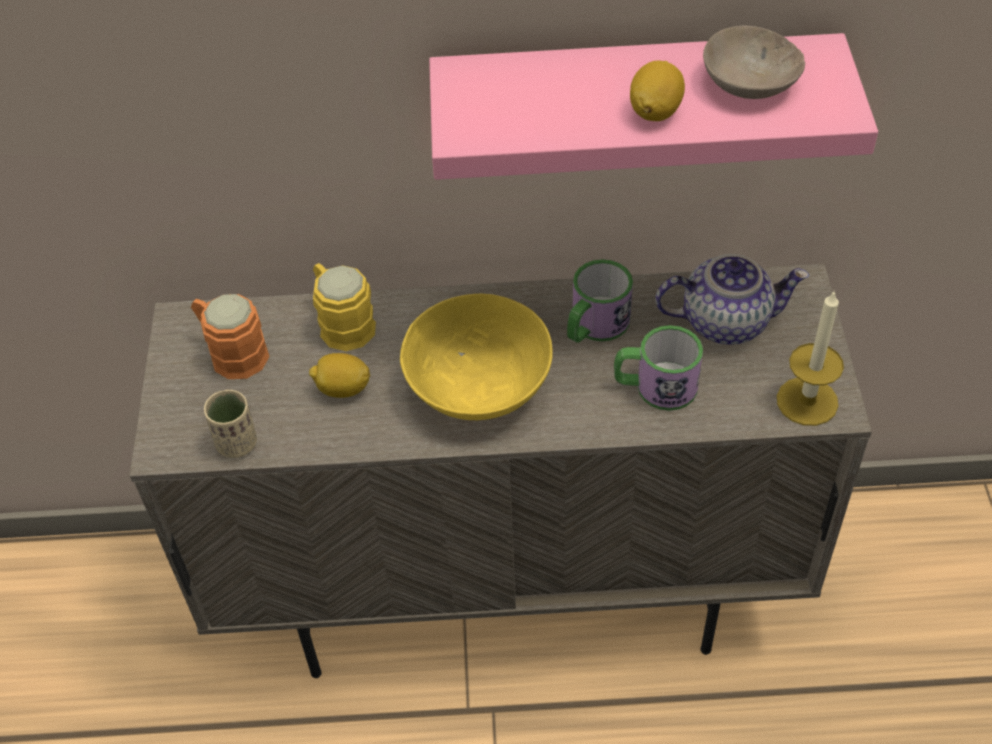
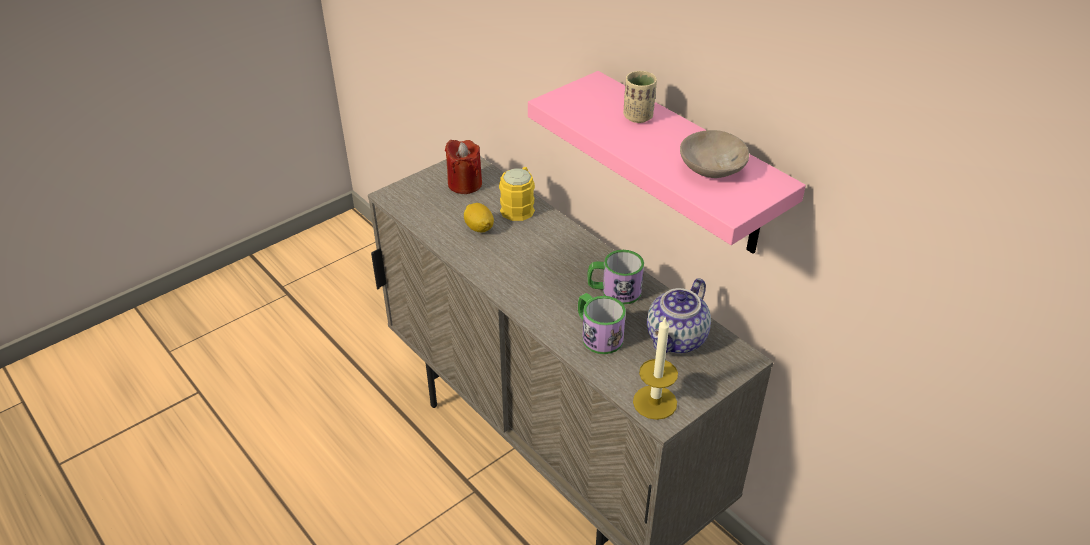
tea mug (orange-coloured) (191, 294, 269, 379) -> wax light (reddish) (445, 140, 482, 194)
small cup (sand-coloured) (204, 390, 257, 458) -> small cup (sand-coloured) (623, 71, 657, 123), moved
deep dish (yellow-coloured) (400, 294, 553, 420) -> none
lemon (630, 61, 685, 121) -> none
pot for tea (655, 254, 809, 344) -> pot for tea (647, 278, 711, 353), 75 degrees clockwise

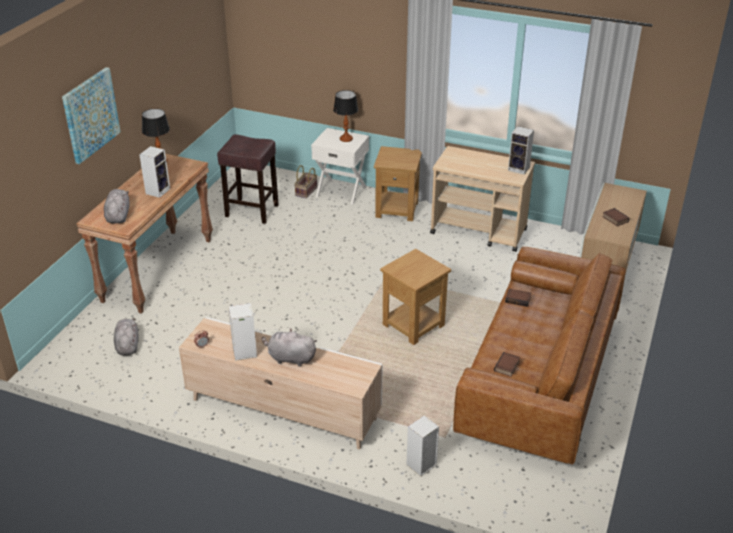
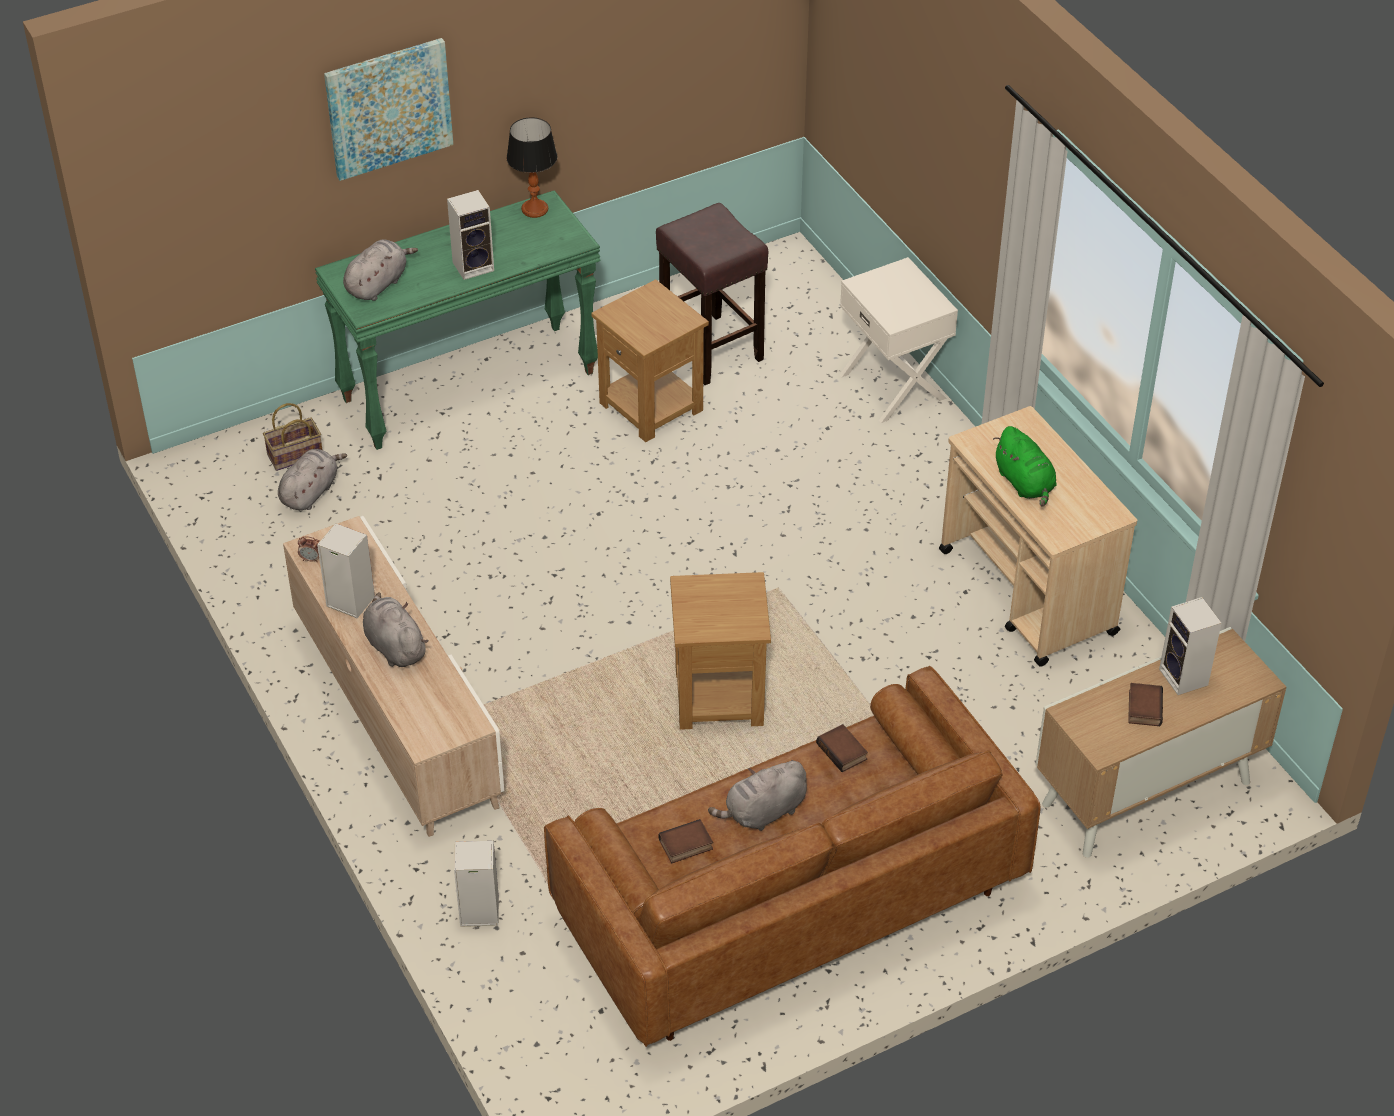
narrow table (brown) (76, 154, 213, 314) -> narrow table (greenish) (315, 190, 600, 450)
household basket (294, 165, 317, 198) -> household basket (263, 403, 322, 471), moved
tabletop lamp (333, 90, 358, 142) -> none
side table (brown) (374, 146, 422, 221) -> side table (brown) (591, 279, 709, 442), moved
loudspeaker (508, 126, 534, 175) -> loudspeaker (1159, 597, 1222, 695), moved
none -> soft toy (greyish) (708, 760, 807, 831)
none -> soft toy (greenish) (993, 426, 1057, 507)

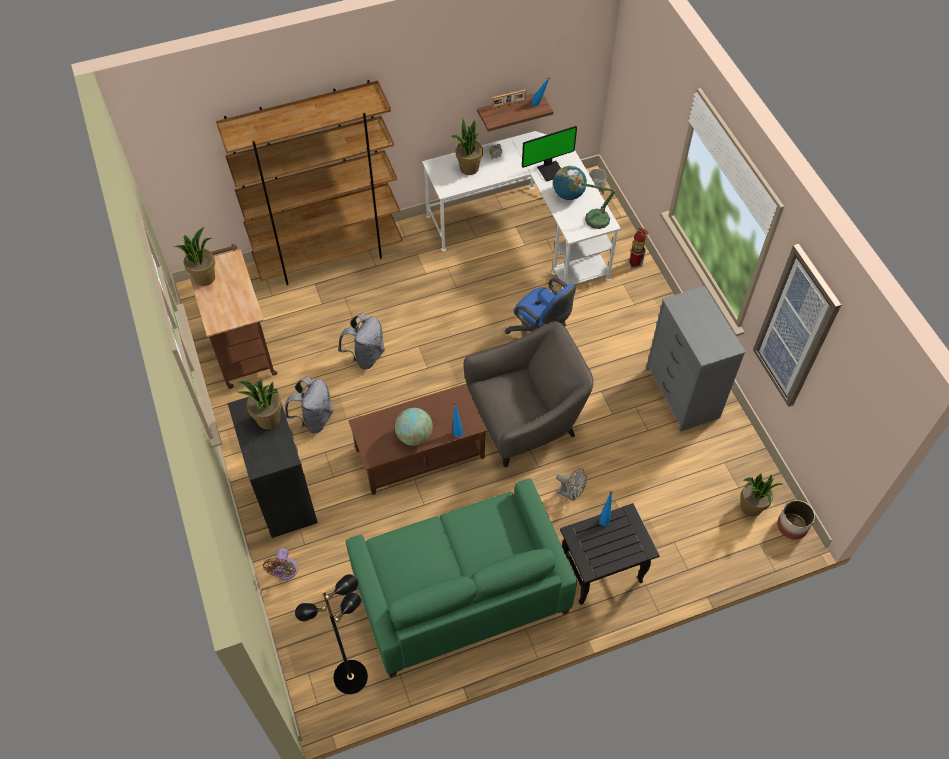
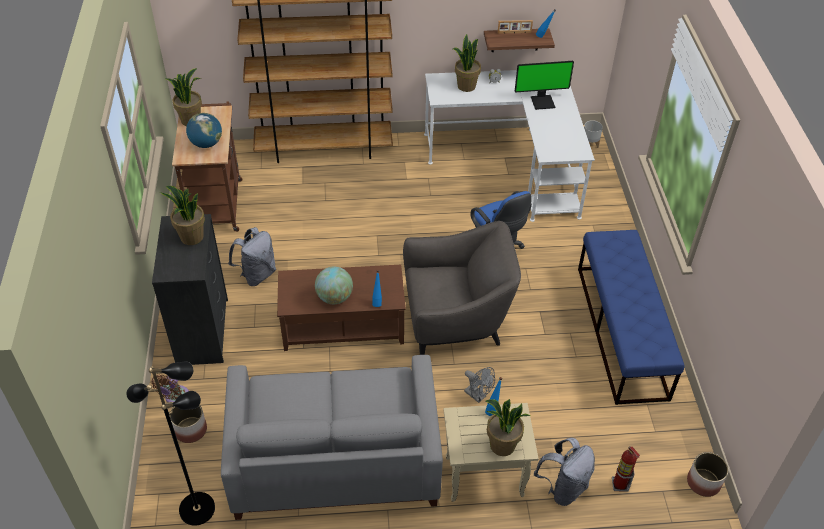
backpack (greyish) (338, 313, 385, 369) -> backpack (greyish) (534, 438, 595, 506), moved
sofa (greenish) (346, 478, 577, 678) -> sofa (greyish) (221, 355, 443, 520)
globe (553, 166, 587, 200) -> globe (186, 113, 222, 148), moved
side table (black-coloured) (560, 503, 660, 605) -> side table (sand-coloured) (443, 403, 539, 502)
tabletop lamp (568, 176, 618, 229) -> none
fire-fighting cylinder (628, 227, 648, 269) -> fire-fighting cylinder (612, 447, 640, 492), moved
chest of drawers (greyish) (646, 286, 746, 432) -> bench (blue-coloured) (578, 230, 685, 405)
houseplant (741, 473, 783, 517) -> houseplant (485, 399, 530, 456), moved
wall picture (753, 244, 841, 407) -> none
none -> flower pot (170, 405, 207, 443)

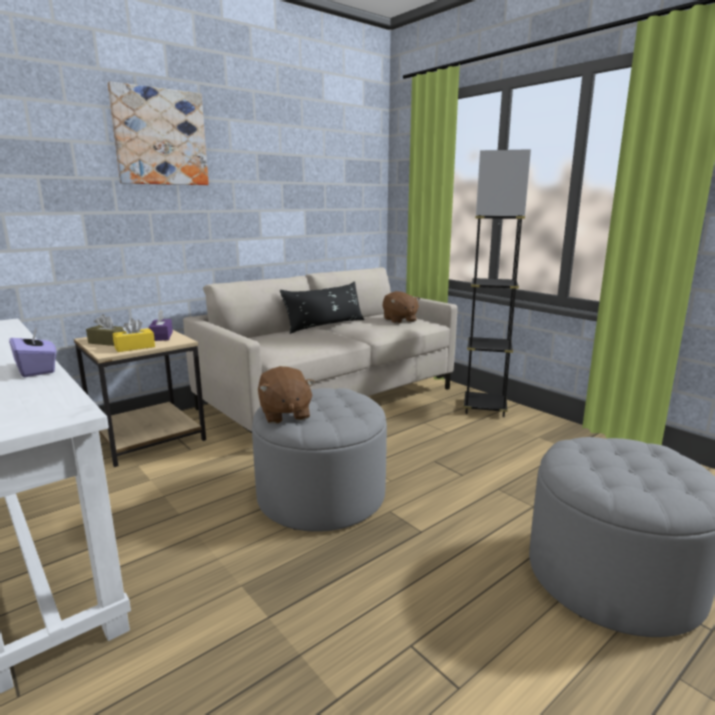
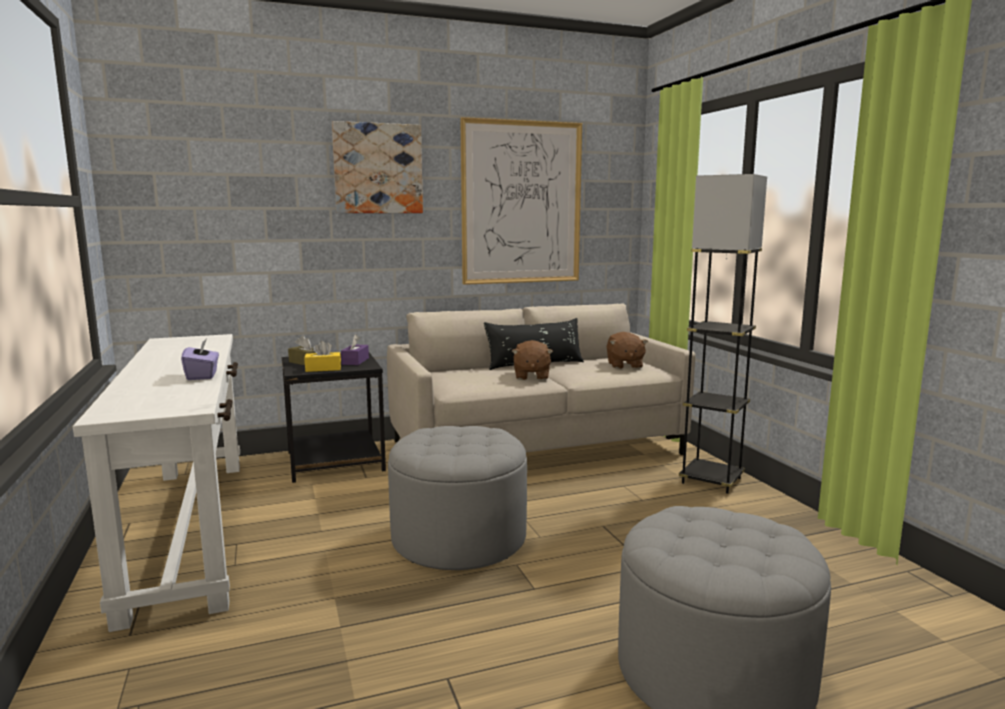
side table (sand-coloured) (74, 328, 206, 467) -> side table (black-coloured) (282, 353, 386, 483)
soft toy (brown) (258, 366, 315, 424) -> soft toy (brown) (512, 340, 553, 380), moved
none -> wall picture (460, 117, 582, 285)

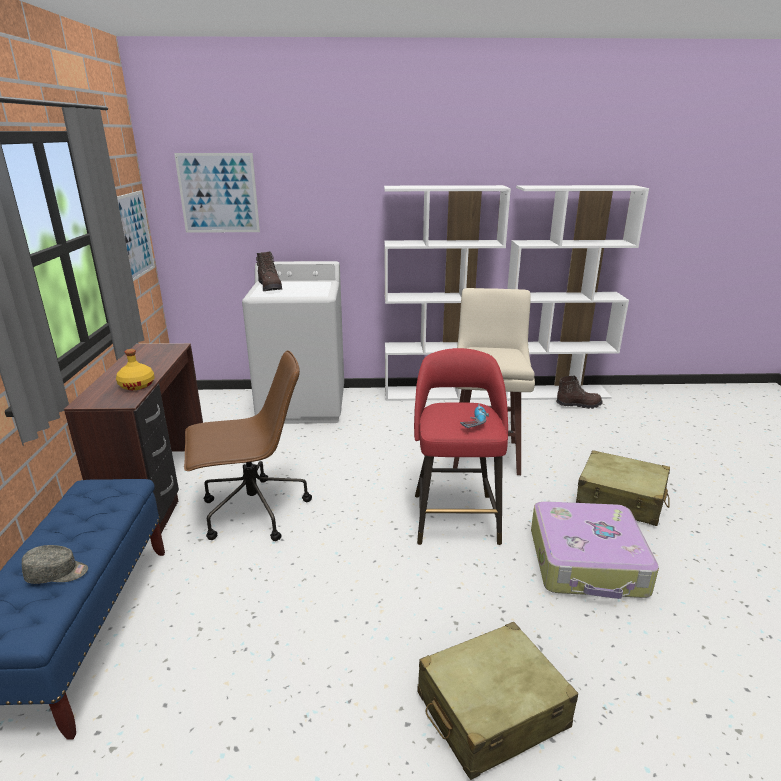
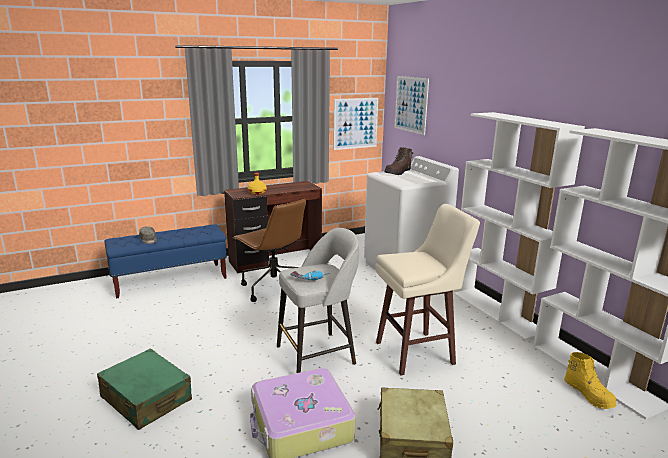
stool (reddish) (414, 348, 508, 545) -> stool (greyish) (277, 228, 359, 373)
piece of luggage (sand-coloured) (417, 622, 578, 780) -> piece of luggage (greenish) (97, 348, 192, 430)
boot (brown) (556, 376, 603, 409) -> boot (yellow-coloured) (564, 352, 617, 409)

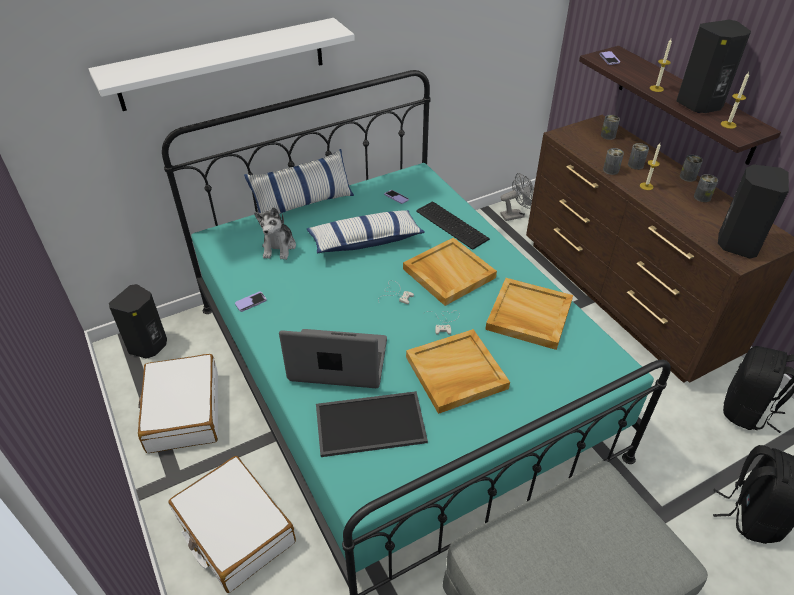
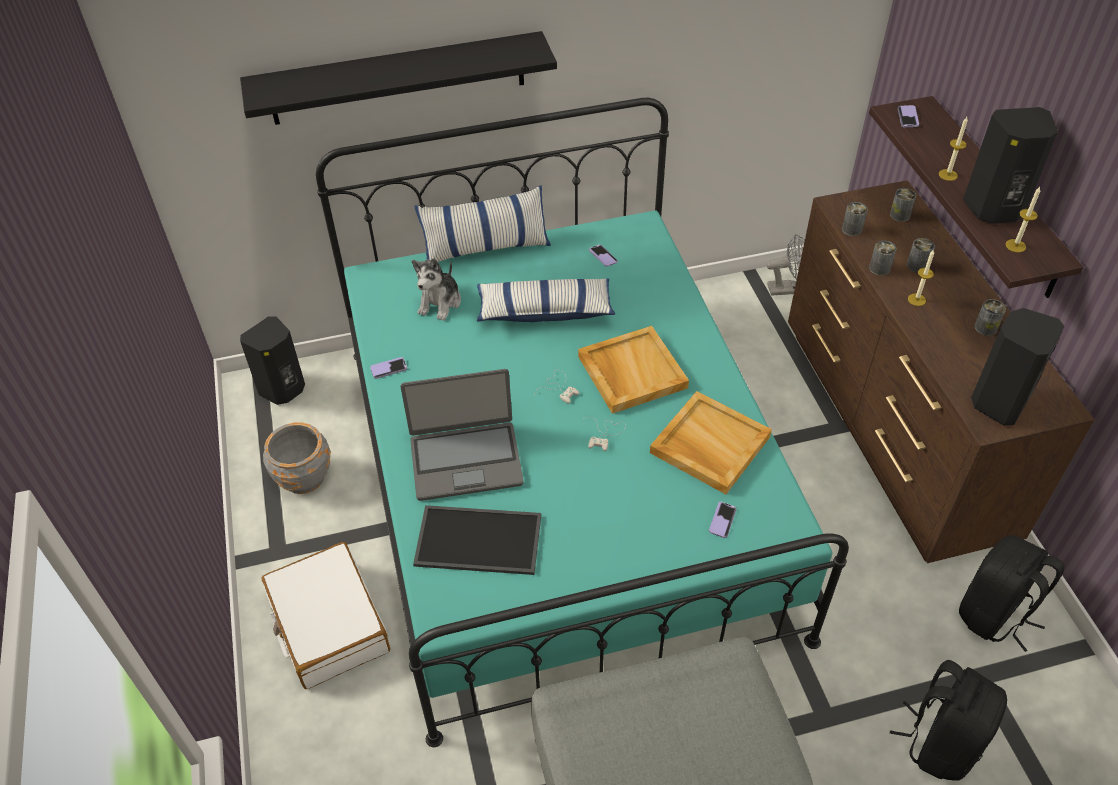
wall shelf (white-coloured) (89, 18, 355, 111) -> wall shelf (black-coloured) (240, 31, 557, 125)
piece of luggage (white-coloured) (138, 354, 218, 453) -> flower pot (greyish) (263, 422, 331, 494)
portable computer (279, 329, 387, 388) -> portable computer (400, 369, 524, 501), 150 degrees clockwise
serving tray (sand-coloured) (406, 329, 510, 414) -> none
computer keyboard (416, 202, 490, 250) -> none
sealed can (680, 155, 703, 182) -> sealed can (842, 202, 868, 236), moved
none -> telephone (709, 502, 737, 538)

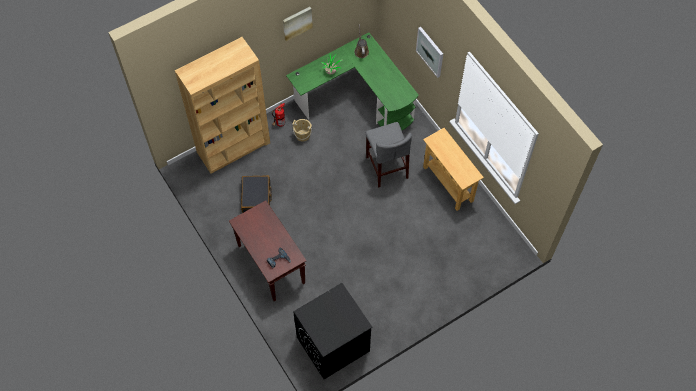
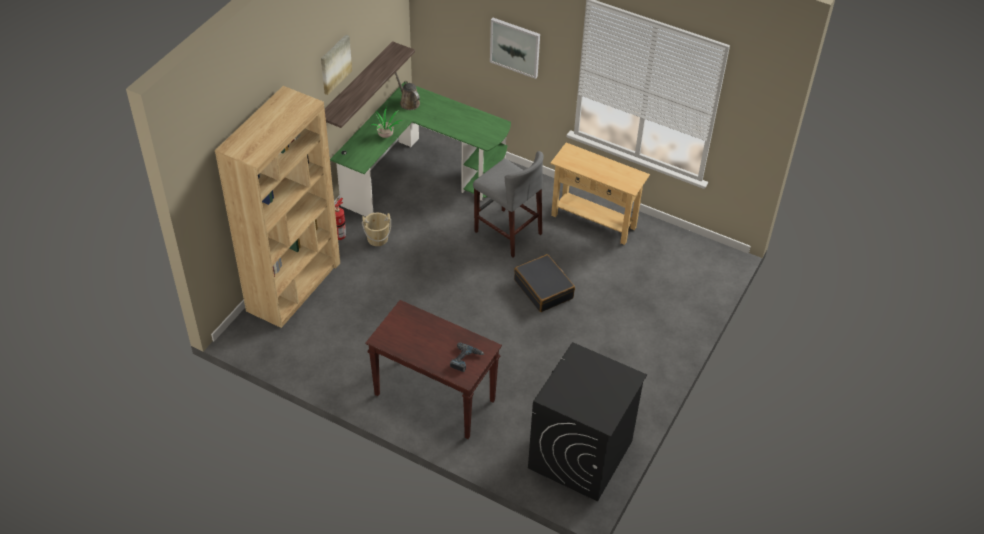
piece of luggage (black-coloured) (241, 175, 272, 213) -> piece of luggage (black-coloured) (514, 254, 575, 312), moved
none -> wall shelf (325, 41, 415, 128)

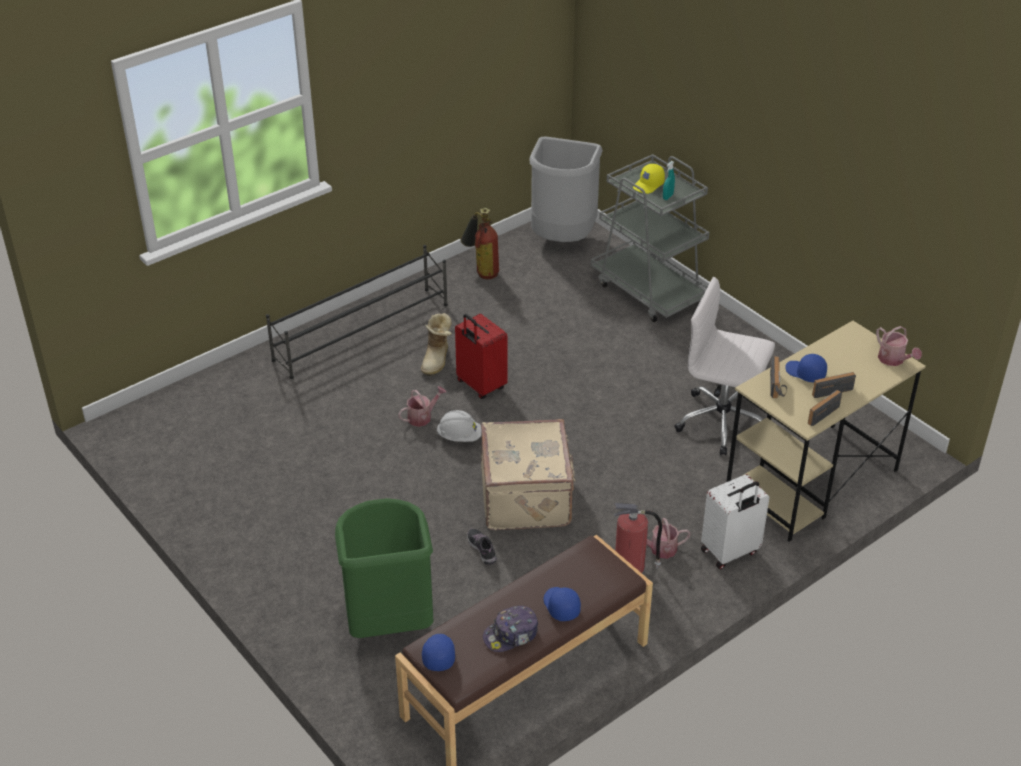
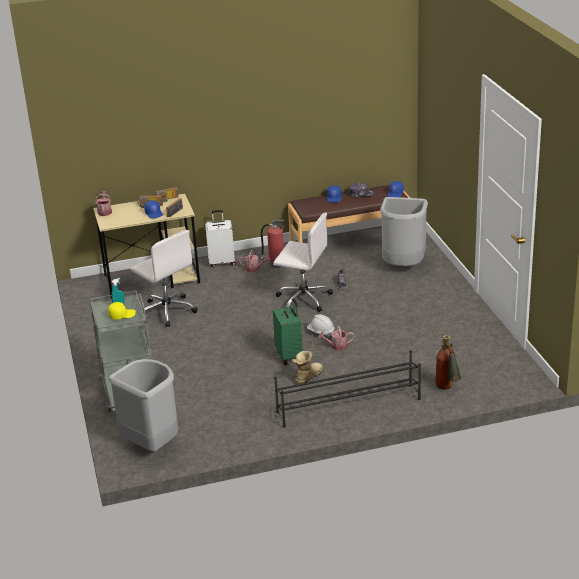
trash can (greenish) (335, 498, 434, 638) -> trash can (greyish) (380, 197, 428, 266)
piece of luggage (reddish) (455, 314, 508, 399) -> piece of luggage (greenish) (273, 298, 303, 365)
fire-fighting cylinder (460, 208, 499, 279) -> fire-fighting cylinder (435, 335, 462, 390), moved
piece of luggage (sand-coloured) (481, 419, 576, 530) -> desk chair (white-coloured) (273, 213, 333, 312)

